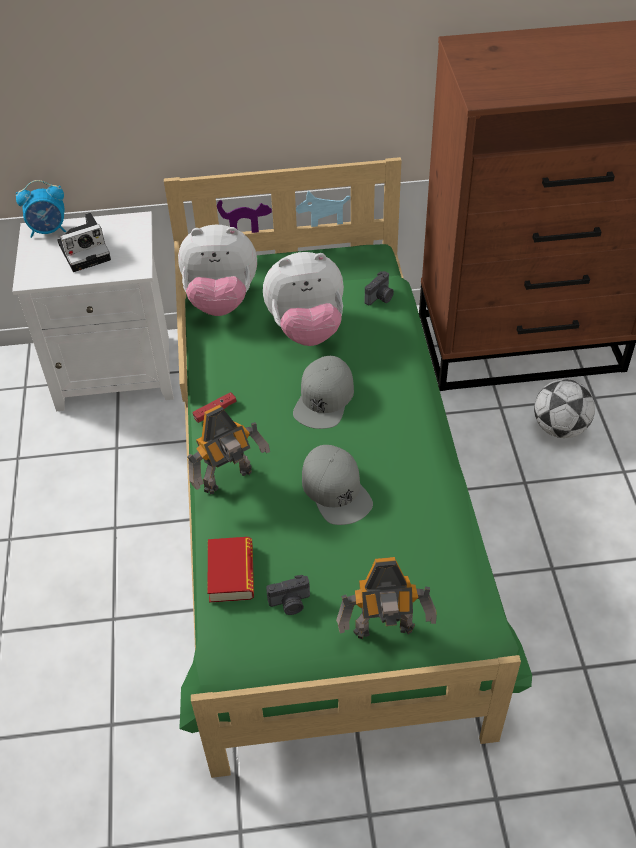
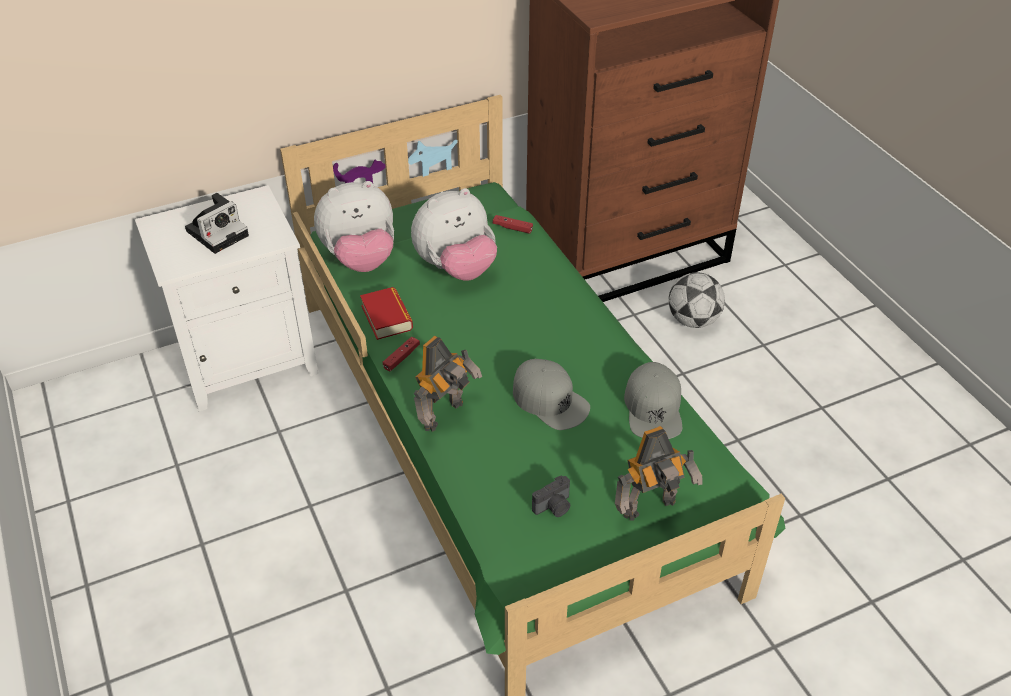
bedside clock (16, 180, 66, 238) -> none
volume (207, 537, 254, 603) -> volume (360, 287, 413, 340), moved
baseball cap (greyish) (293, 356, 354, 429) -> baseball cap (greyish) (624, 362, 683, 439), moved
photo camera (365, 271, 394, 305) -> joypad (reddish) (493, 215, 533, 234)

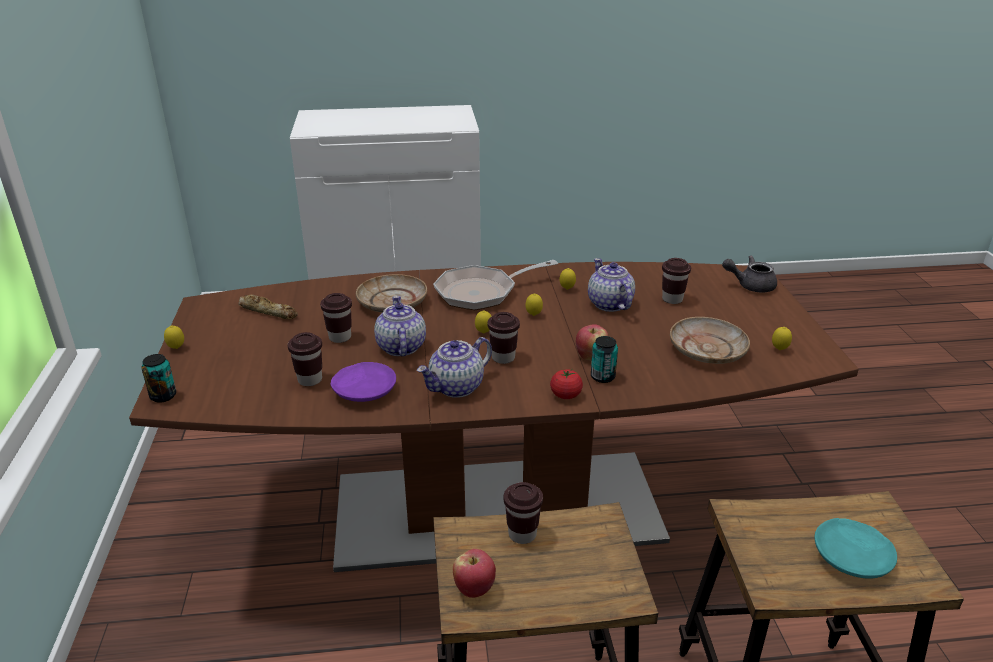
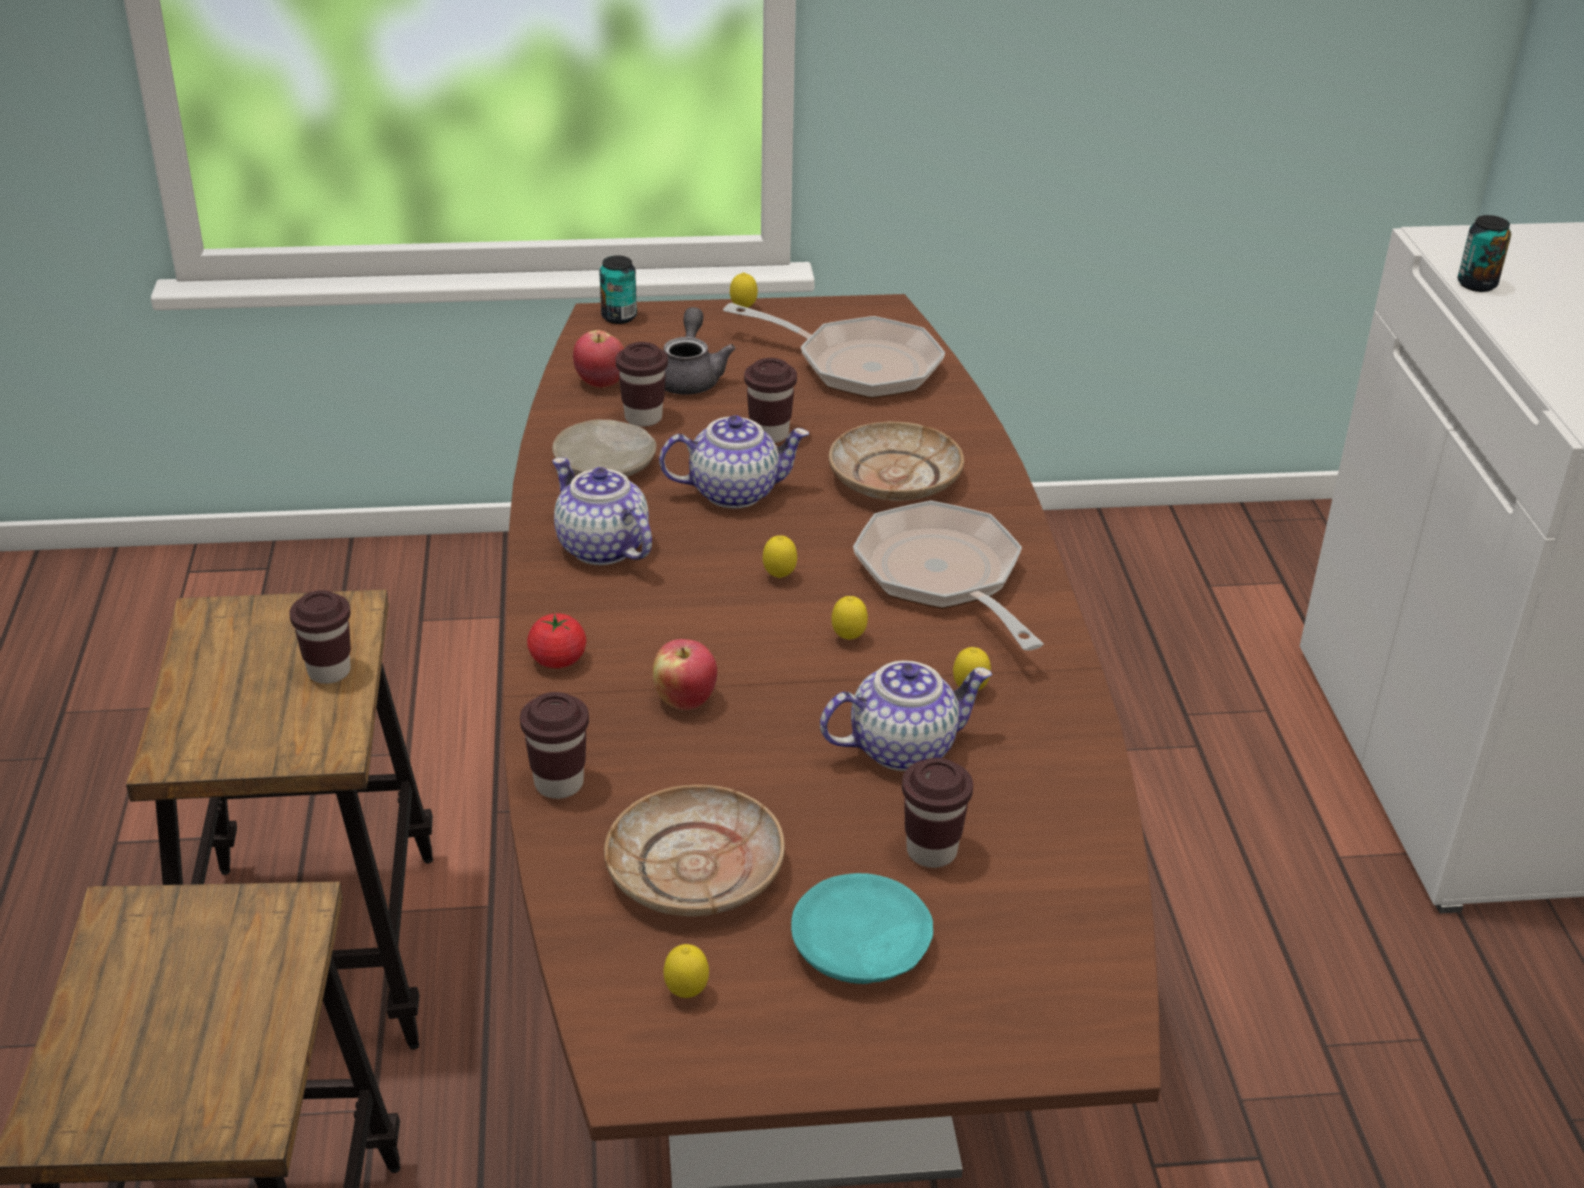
bread (239, 294, 298, 319) -> frying pan (723, 303, 945, 398)
flat dish (purple-coloured) (330, 362, 396, 402) -> flat dish (sand-coloured) (553, 419, 656, 477)
apple (453, 549, 496, 598) -> apple (573, 330, 624, 388), moved
small cup (brown) (488, 312, 520, 364) -> small cup (brown) (520, 692, 589, 799), moved
sealed can (591, 336, 618, 383) -> sealed can (1457, 215, 1511, 292), moved
pot for tea (greyish) (722, 256, 777, 292) -> pot for tea (greyish) (663, 307, 736, 395), moved
flat dish (turquoise) (815, 518, 897, 579) -> flat dish (turquoise) (791, 873, 933, 984), moved

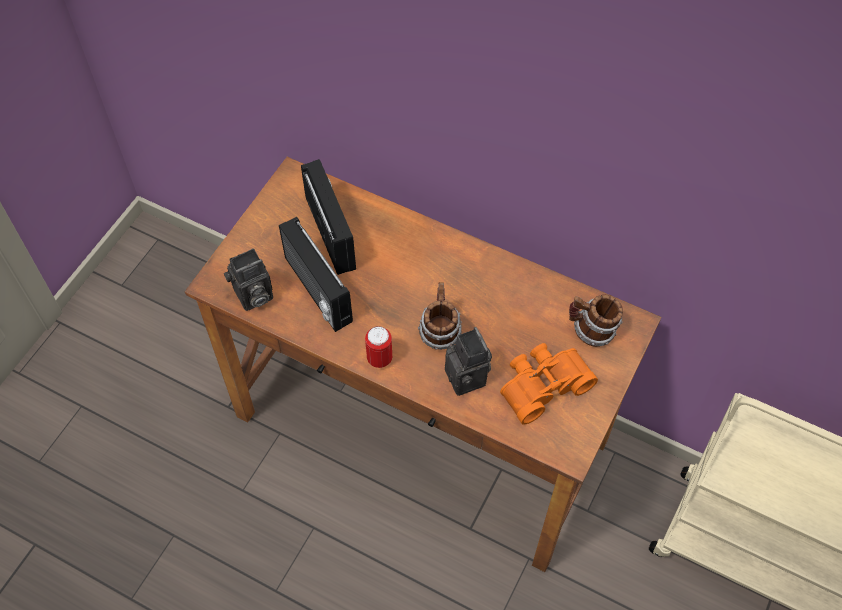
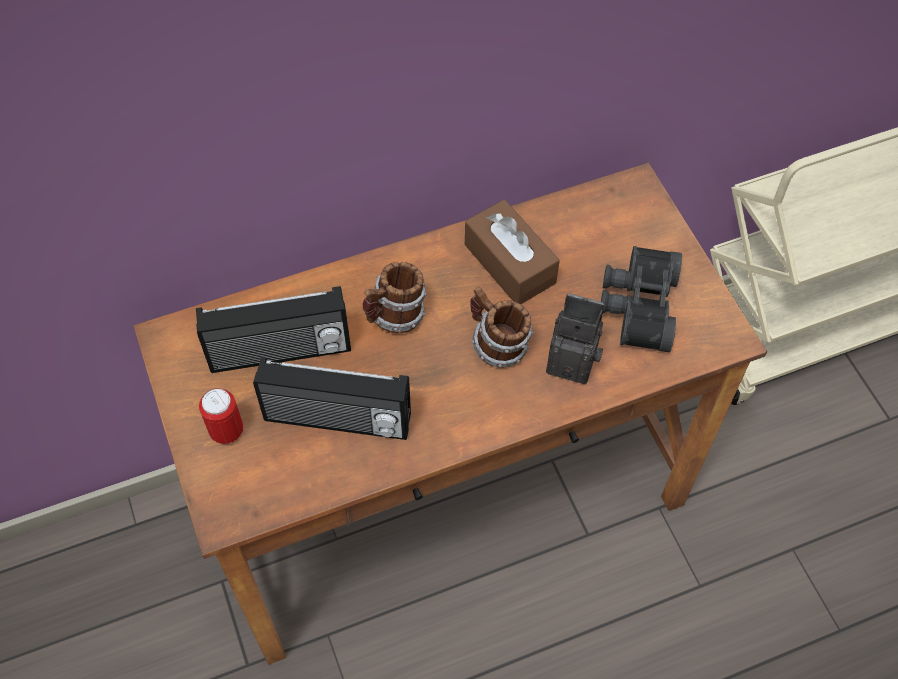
photo camera (224, 248, 273, 311) -> none
radio receiver (301, 159, 356, 275) -> radio receiver (196, 286, 351, 373), 150 degrees clockwise
sealed can (365, 326, 392, 368) -> sealed can (199, 388, 243, 444), moved
binoculars (orange-coloured) (500, 343, 598, 425) -> binoculars (black-coloured) (601, 246, 682, 352)
tea mug (569, 294, 623, 347) -> tea mug (362, 262, 427, 333), moved
none -> box of tissues (brown) (465, 200, 560, 304)

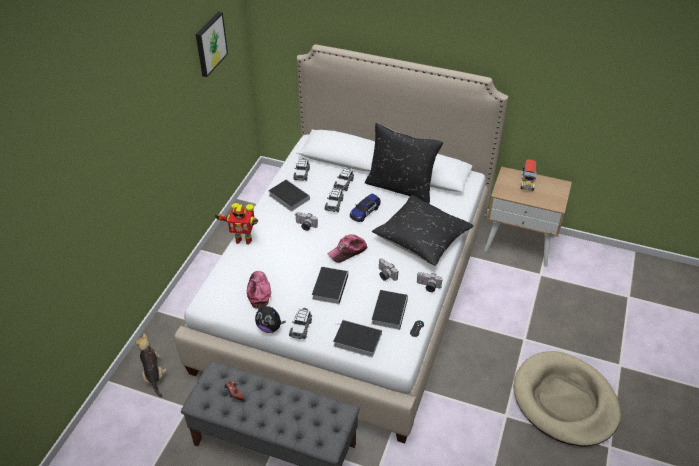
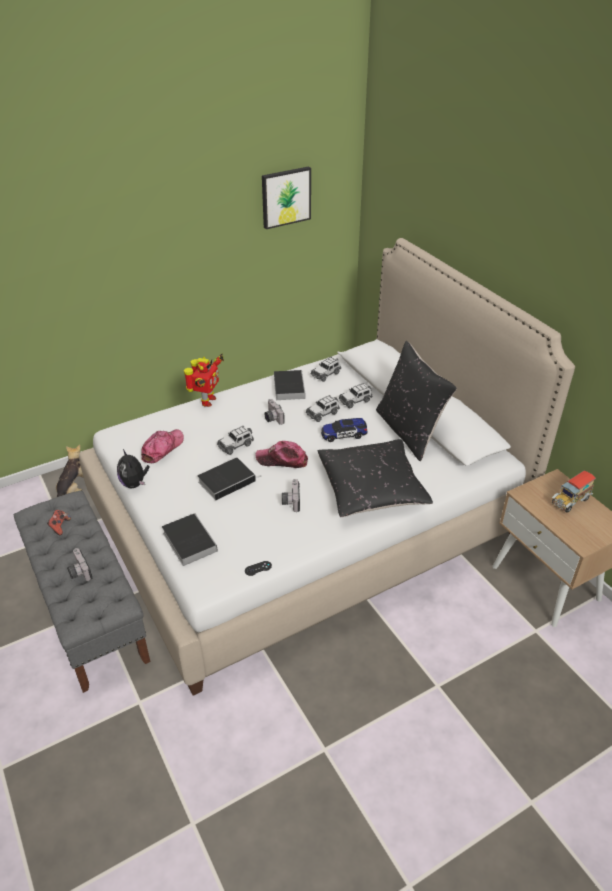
model robot (214, 203, 258, 245) -> model robot (184, 353, 224, 407), 120 degrees counterclockwise
miniature car (289, 308, 312, 339) -> miniature car (217, 426, 254, 455), moved
volume (372, 290, 408, 330) -> none
photo camera (417, 272, 443, 292) -> photo camera (67, 548, 92, 581), moved
dog bed (sand-coloured) (513, 351, 621, 446) -> none

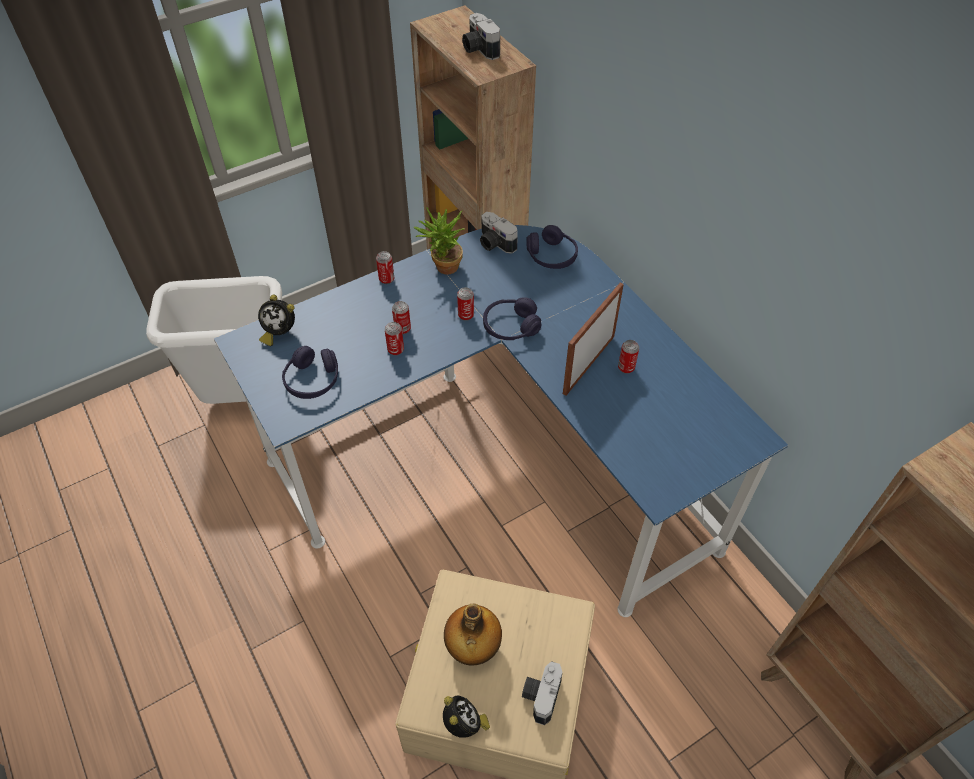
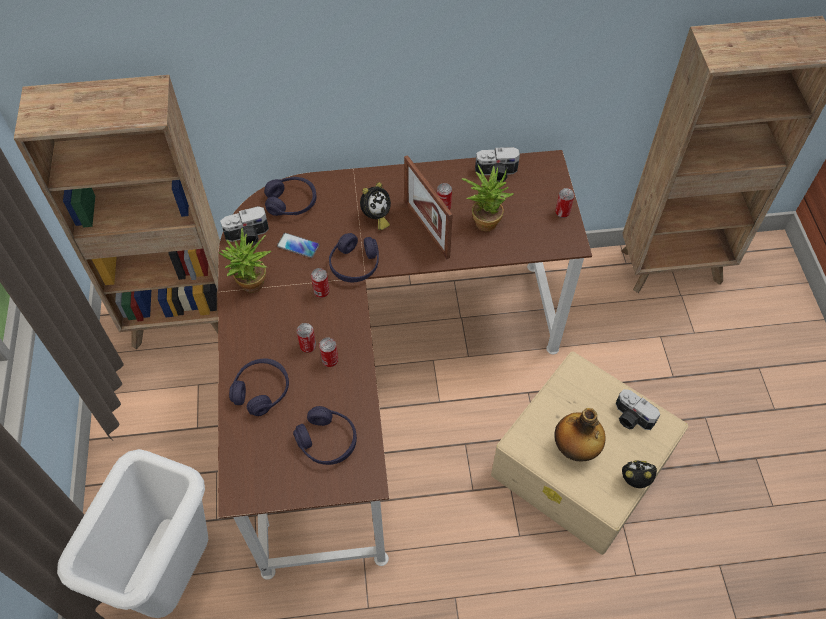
desk (blue-coloured) (214, 225, 788, 617) -> desk (brown) (218, 150, 592, 580)
bedside clock (258, 295, 295, 346) -> bedside clock (360, 182, 391, 230), moved
sealed can (376, 251, 394, 284) -> sealed can (555, 188, 574, 218), moved
photo camera (462, 13, 500, 60) -> photo camera (475, 147, 520, 182), moved
none -> headphones (purple-coloured) (229, 358, 289, 416)
none -> telephone (277, 233, 319, 258)
none -> houseplant (462, 165, 513, 231)

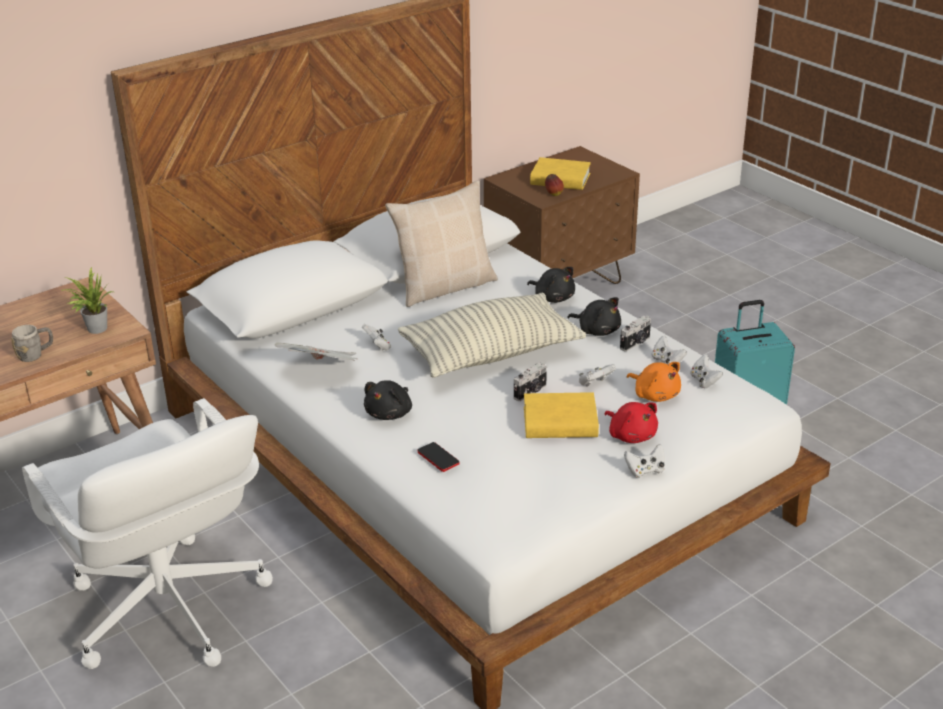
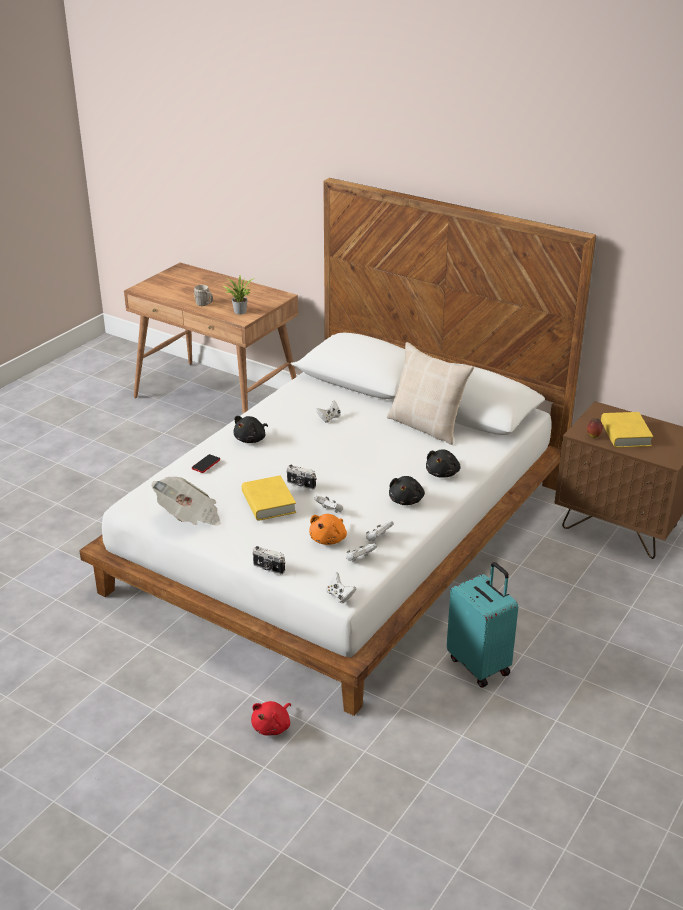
desk chair (white-coloured) (22, 398, 273, 669) -> none
daily paper (275, 343, 357, 361) -> daily paper (151, 477, 221, 526), moved
soft toy (black-coloured) (364, 380, 412, 420) -> soft toy (black-coloured) (233, 416, 268, 443), 60 degrees counterclockwise
pillow (398, 293, 586, 378) -> none
soft toy (reddish) (604, 402, 658, 443) -> soft toy (reddish) (251, 701, 291, 736), moved
photo camera (620, 316, 651, 352) -> photo camera (253, 546, 285, 574), moved
joypad (white-coloured) (624, 444, 665, 478) -> joypad (white-coloured) (326, 572, 356, 603), moved

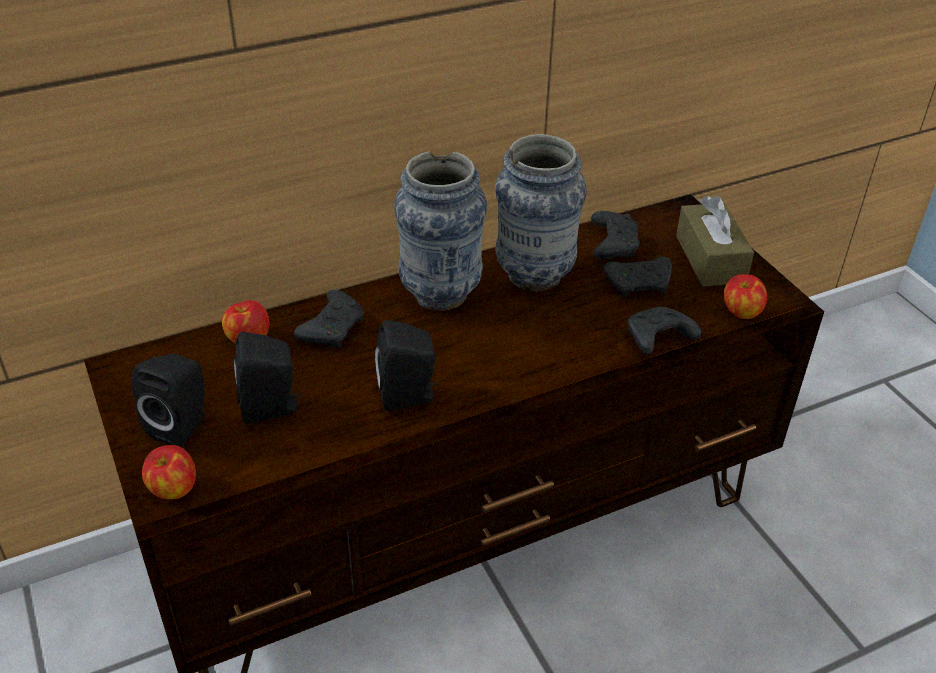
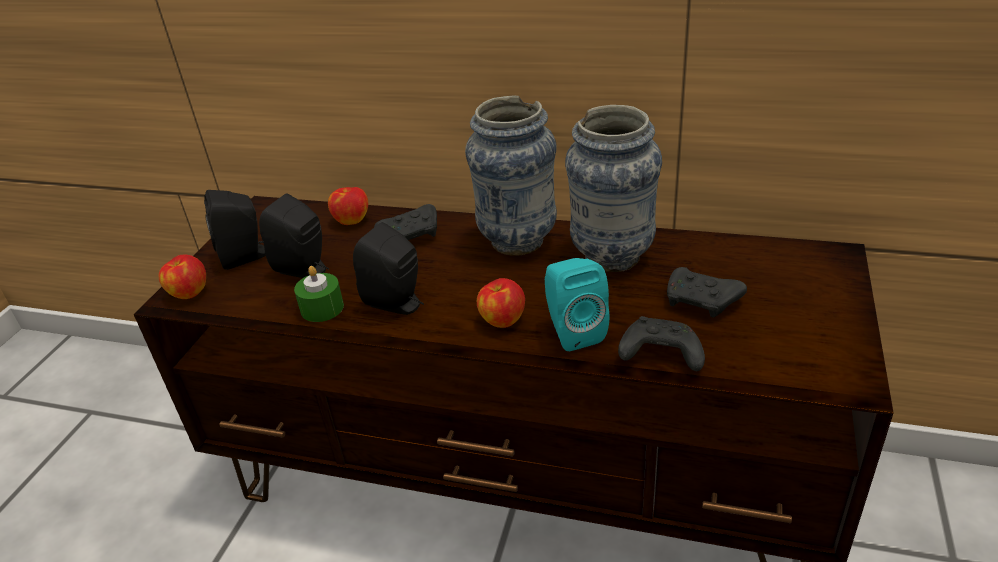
joypad (black-coloured) (591, 211, 639, 259) -> none
box of tissues (brown) (676, 196, 754, 287) -> none
apple (724, 274, 767, 319) -> apple (477, 278, 525, 328), moved
none -> wax light (greenish) (294, 266, 344, 322)
none -> loudspeaker (turquoise) (545, 258, 609, 351)

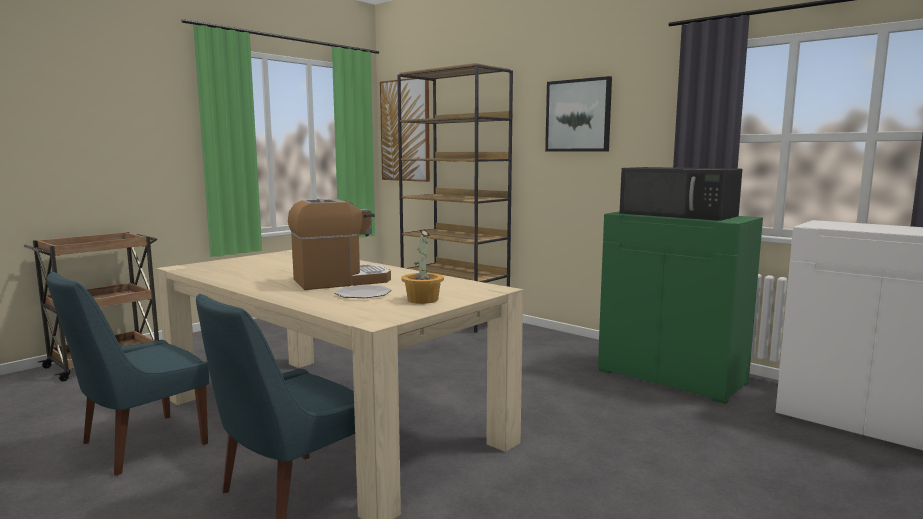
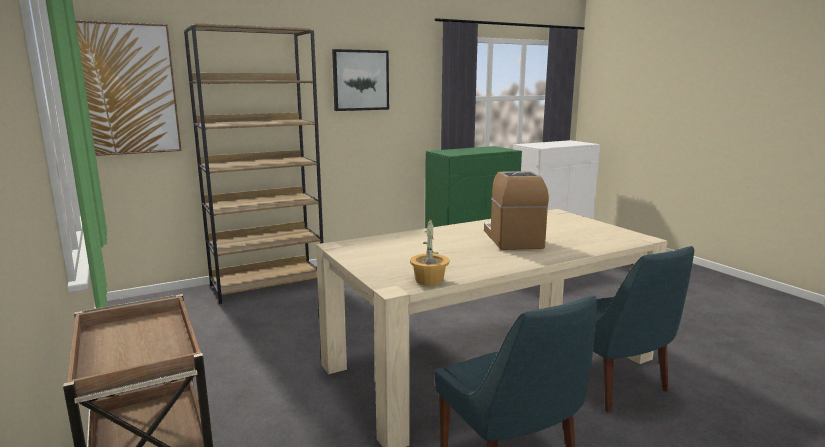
flat dish (334, 285, 392, 298) -> none
houseplant (401, 229, 444, 304) -> houseplant (410, 217, 449, 286), moved
microwave oven (black-coloured) (619, 167, 742, 221) -> none

